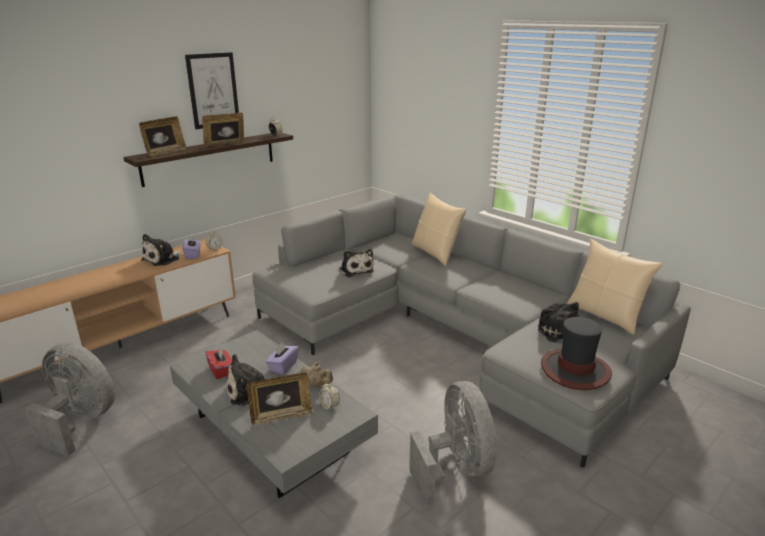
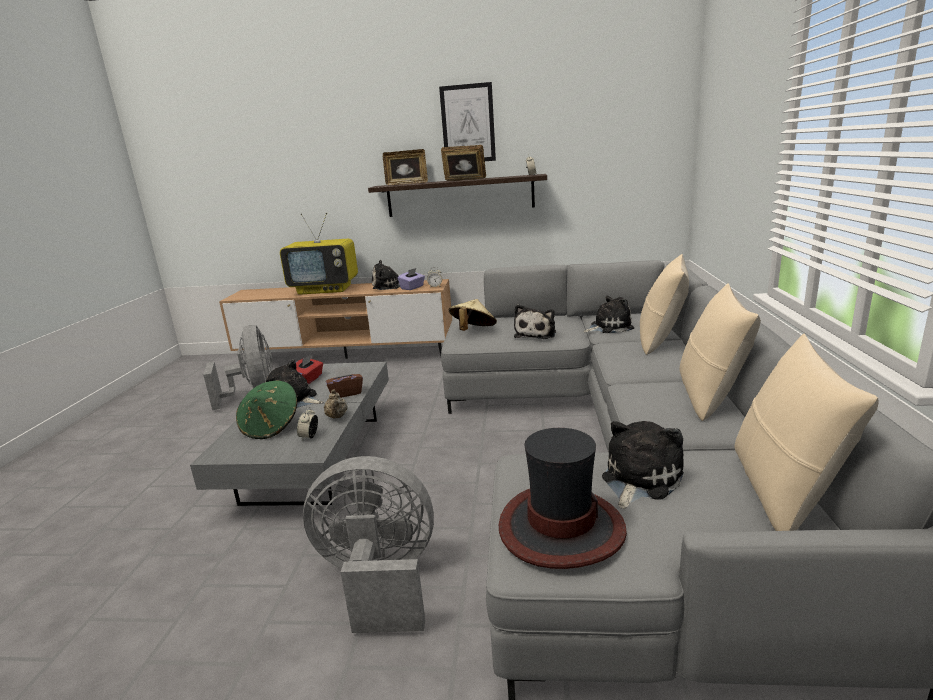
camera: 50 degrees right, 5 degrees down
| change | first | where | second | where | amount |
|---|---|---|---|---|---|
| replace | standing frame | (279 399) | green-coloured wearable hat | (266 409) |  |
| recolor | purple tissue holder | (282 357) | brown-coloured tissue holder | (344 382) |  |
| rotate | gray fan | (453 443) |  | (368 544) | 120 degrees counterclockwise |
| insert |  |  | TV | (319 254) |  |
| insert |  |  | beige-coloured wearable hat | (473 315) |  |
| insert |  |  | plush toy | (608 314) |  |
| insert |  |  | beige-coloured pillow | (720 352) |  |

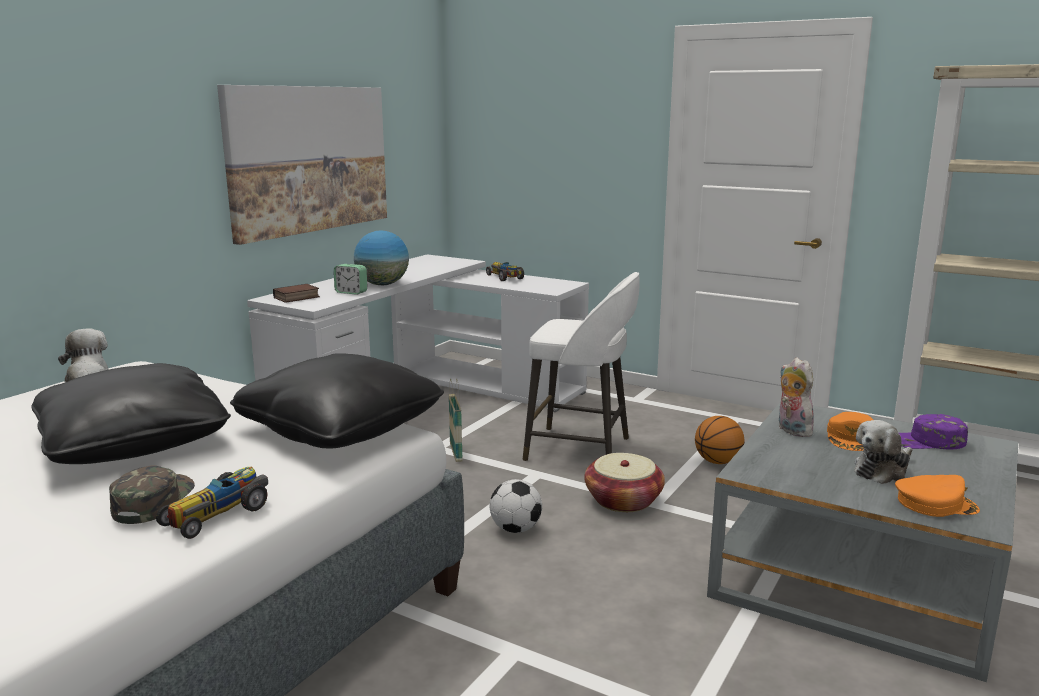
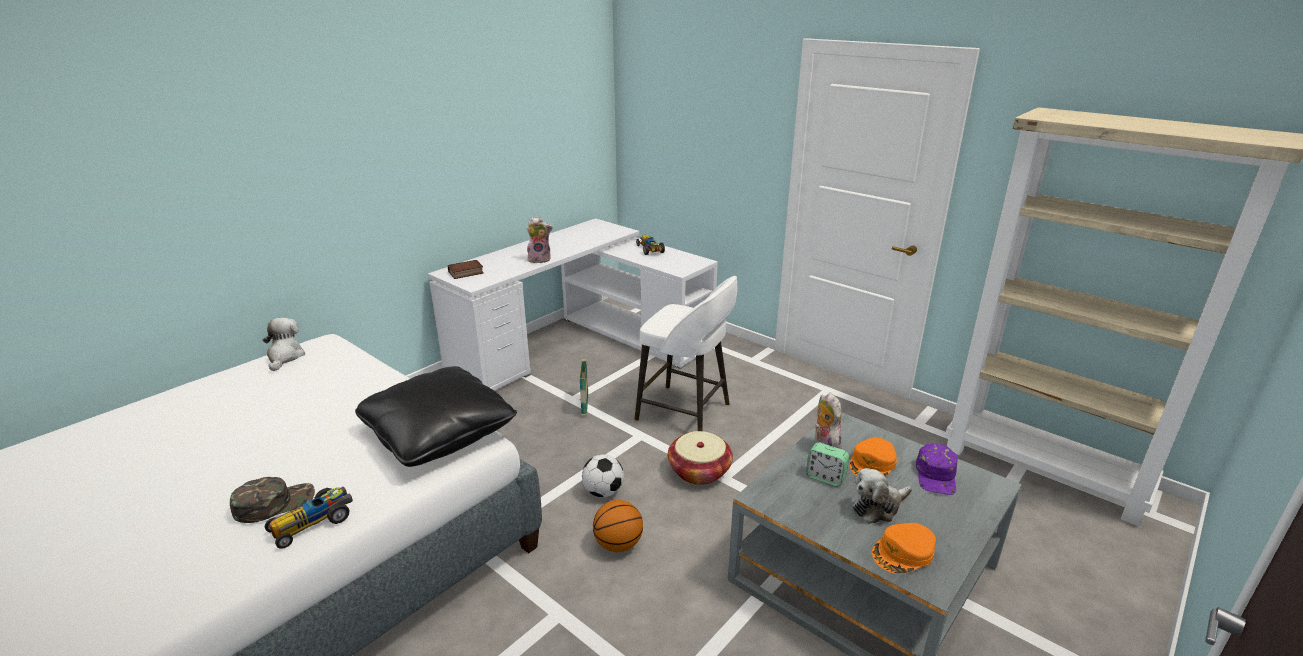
camera: 10 degrees right, 10 degrees up
| change | first | where | second | where | amount |
|---|---|---|---|---|---|
| delete | blackish pillow | (131 413) |  |  |  |
| rotate | green-coloured peaked cap | (152 494) |  | (272 500) | 45 degrees clockwise |
| delete | wall picture | (302 165) |  |  |  |
| move | table clock | (350 279) |  | (827 464) |  |
| replace | world globe | (381 257) | plush toy | (540 240) |  |
| move | ball for basketball | (719 440) |  | (618 526) |  |
| rotate | orangey peaked cap | (937 496) |  | (904 548) | 135 degrees clockwise |
| rotate | purple peaked cap | (933 431) |  | (937 469) | 90 degrees counterclockwise |

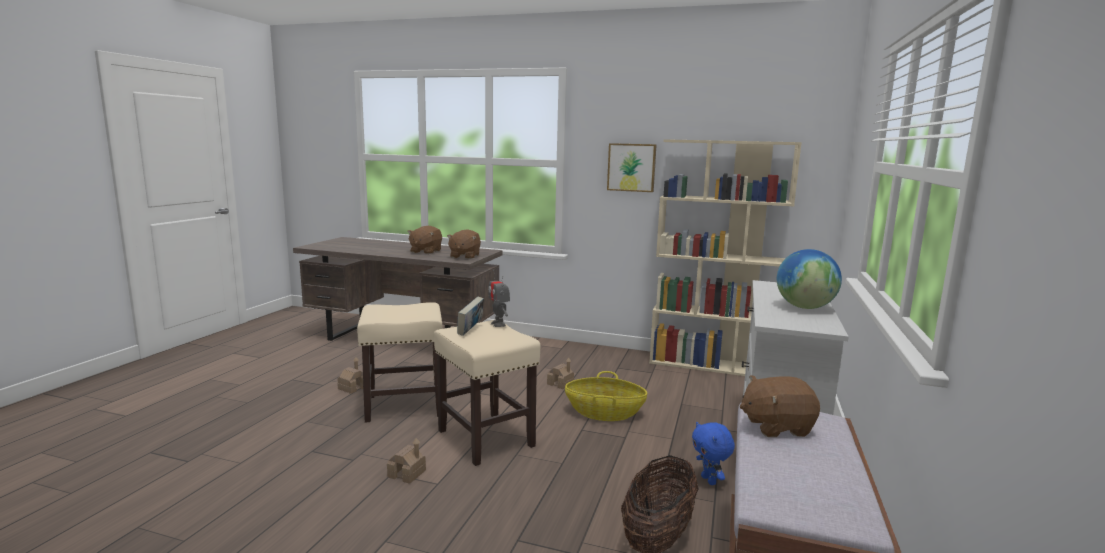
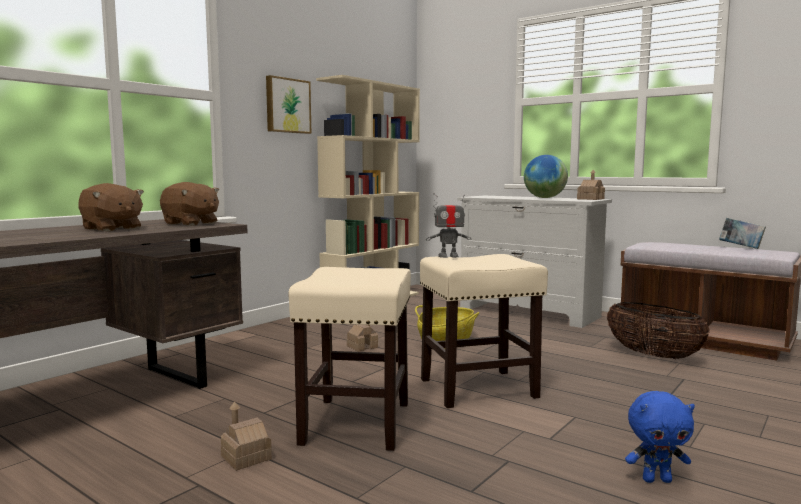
camera: 70 degrees left, 5 degrees down
| change | first | where | second | where | amount |
|---|---|---|---|---|---|
| move | miniature house | (406 461) |  | (591 185) |  |
| move | volume | (470 316) |  | (742 233) |  |
| move | blue-coloured plush toy | (713 453) |  | (660 437) |  |
| delete | brown-coloured plush toy | (780 406) |  |  |  |

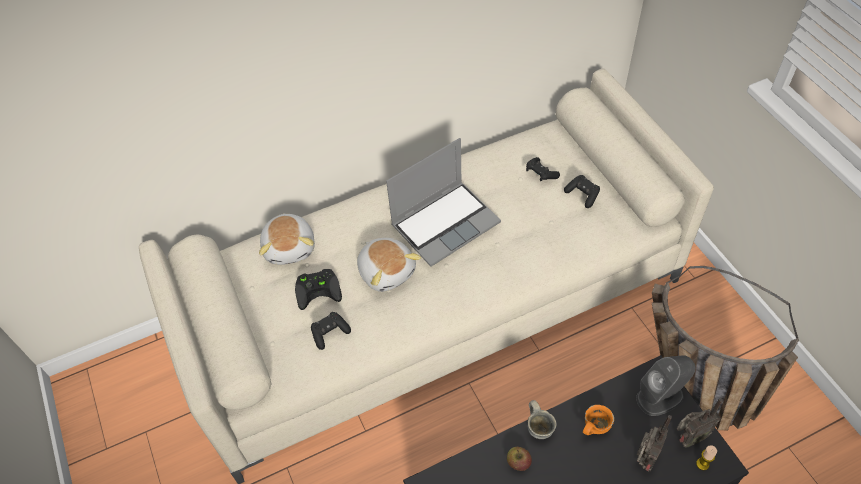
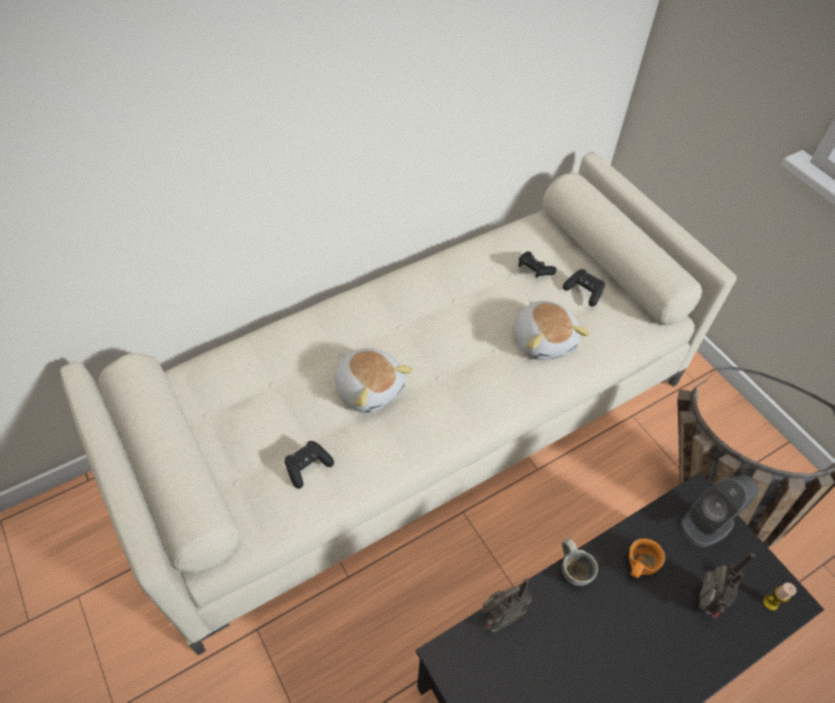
camera: 10 degrees left, 0 degrees up
| change | first | where | second | where | amount |
|---|---|---|---|---|---|
| move | plush toy | (287 239) |  | (552 330) |  |
| delete | blackish joypad | (318 289) |  |  |  |
| delete | laptop | (443 202) |  |  |  |
| delete | apple fruit | (519 459) |  |  |  |
| move | radio | (700 422) |  | (507 605) |  |

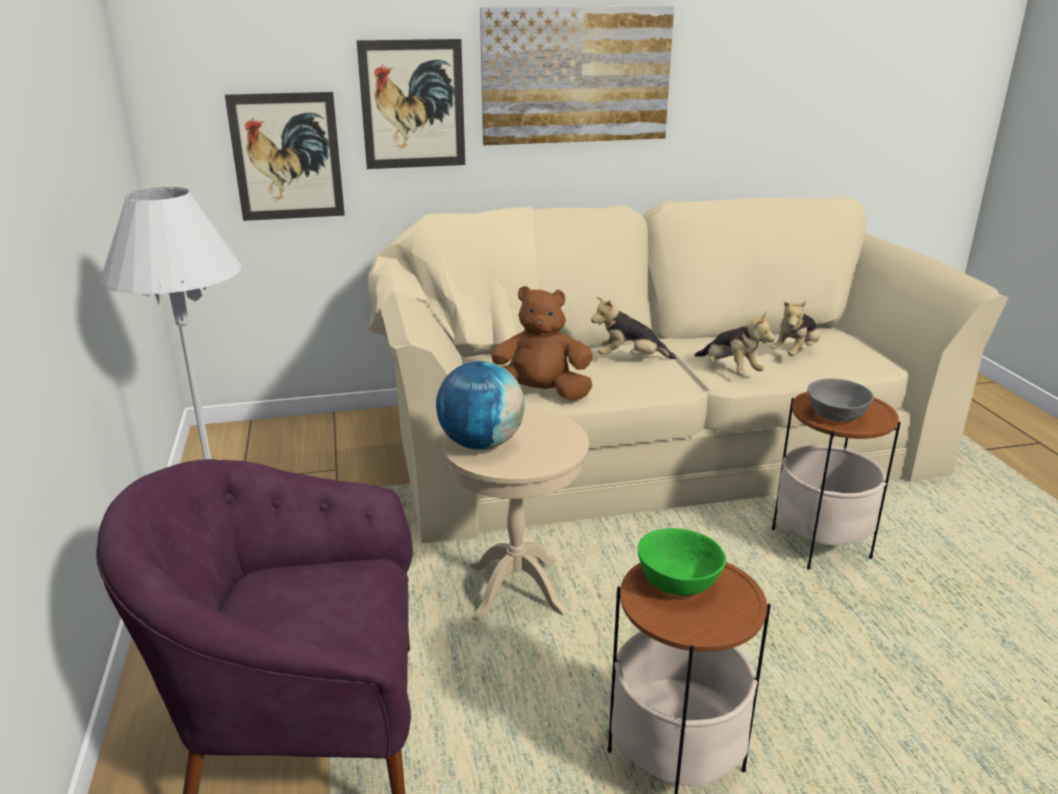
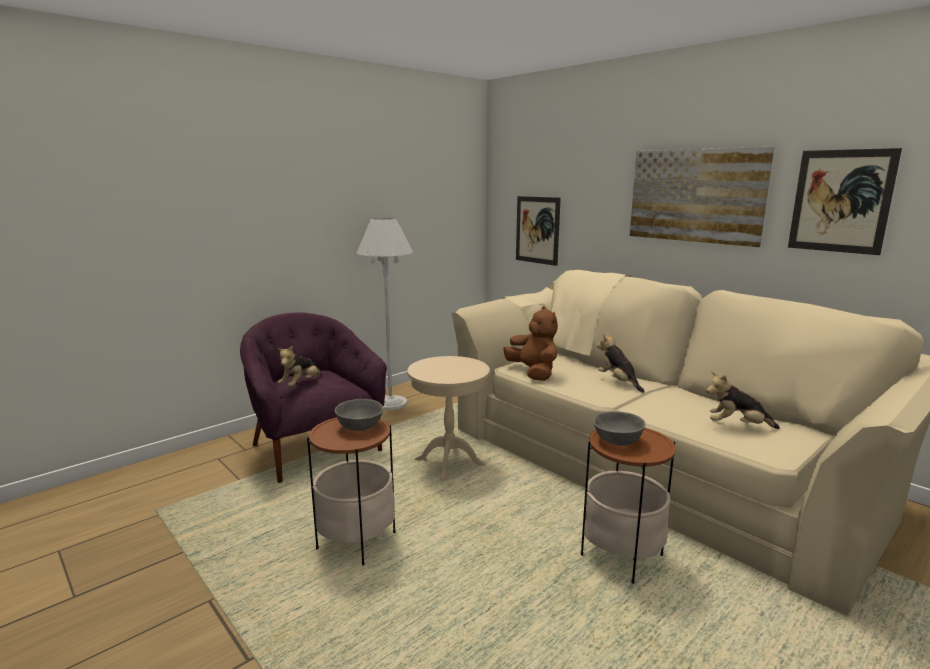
camera: 60 degrees right, 10 degrees down
| change | first | where | second | where | amount |
|---|---|---|---|---|---|
| move | wall picture | (411 104) |  | (845 201) |  |
| delete | world globe | (480 405) |  |  |  |
| recolor | green-coloured serving bowl | (682 562) | gray serving bowl | (359 415) |  |
| move | plush toy | (734 343) |  | (299 366) |  |

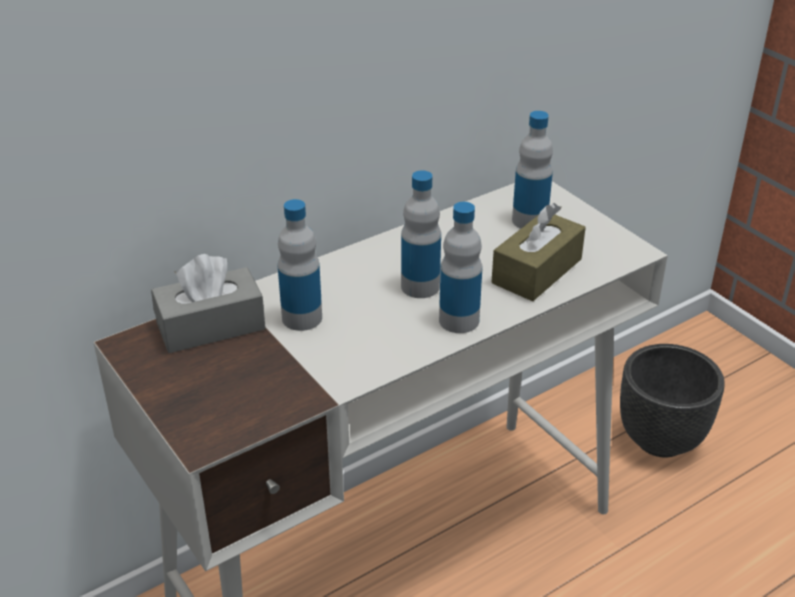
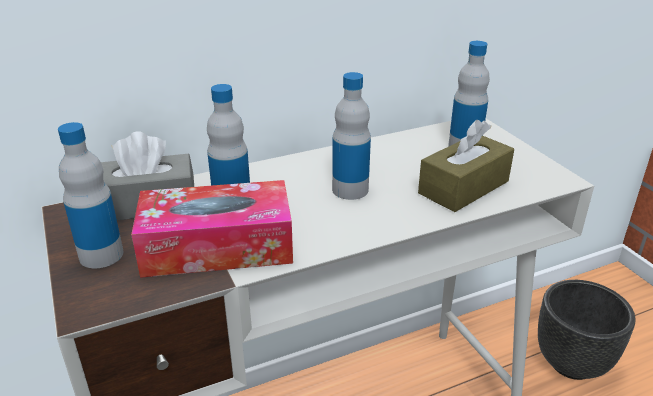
camera: 10 degrees right, 5 degrees down
| change | first | where | second | where | amount |
|---|---|---|---|---|---|
| move | drink bottle | (460 267) |  | (91 195) |  |
| insert |  |  | tissue holder | (212 229) |  |

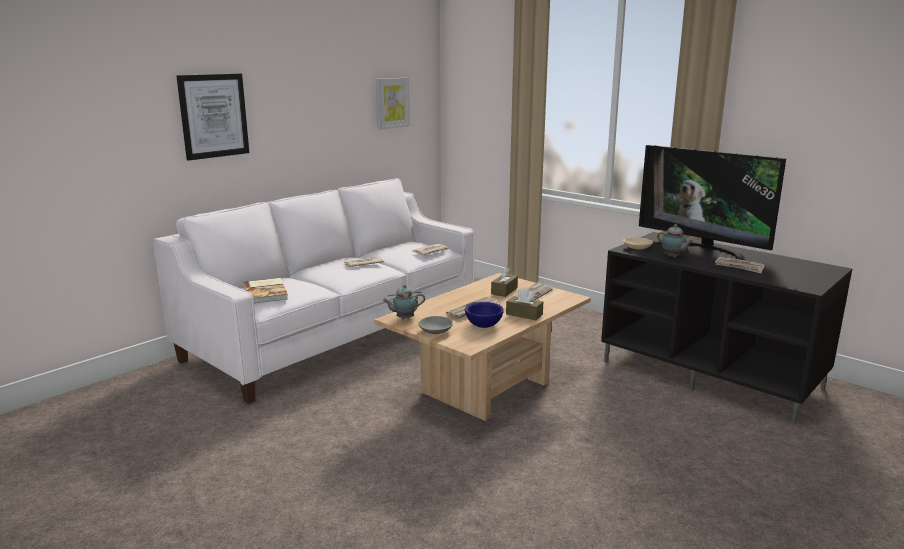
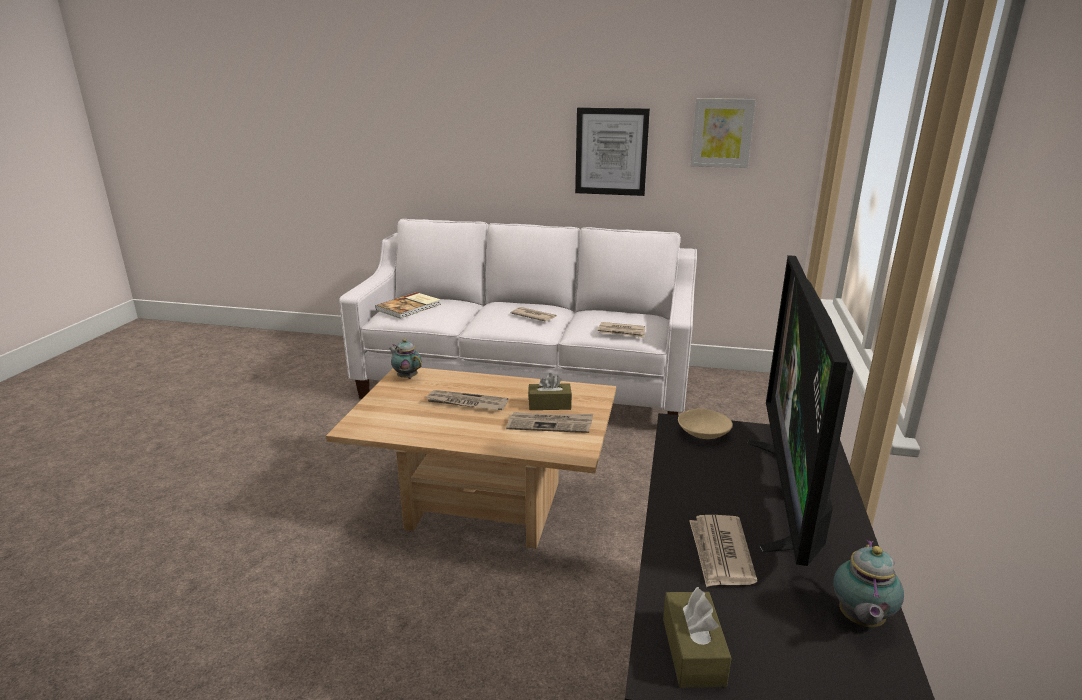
camera: 60 degrees right, 5 degrees up
| change | first | where | second | where | amount |
|---|---|---|---|---|---|
| move | wall picture | (212 117) |  | (612 151) |  |
| delete | gray serving bowl | (435 325) |  |  |  |
| delete | blue-coloured serving bowl | (484 315) |  |  |  |
| move | brown-coloured tissue holder | (524 304) |  | (697 637) |  |
| move | tea pot | (675 241) |  | (868 583) |  |

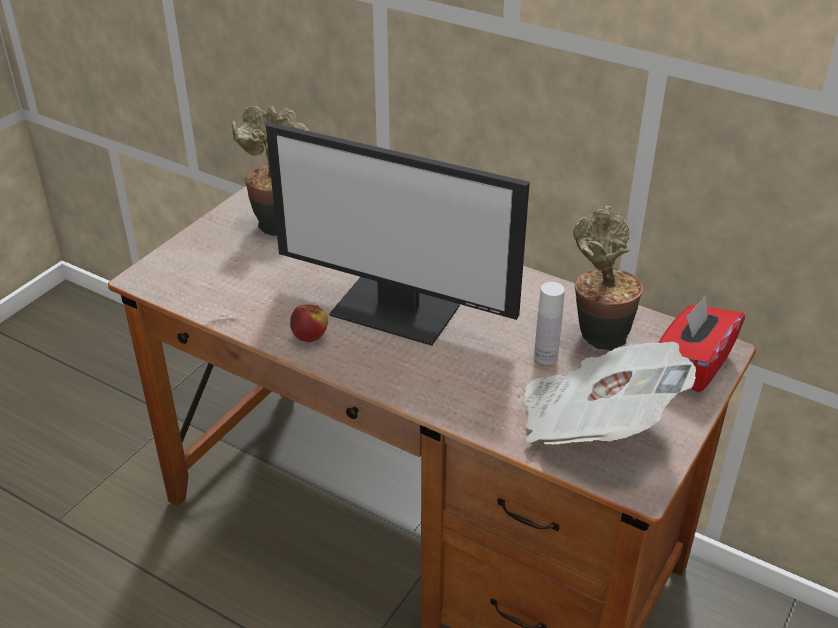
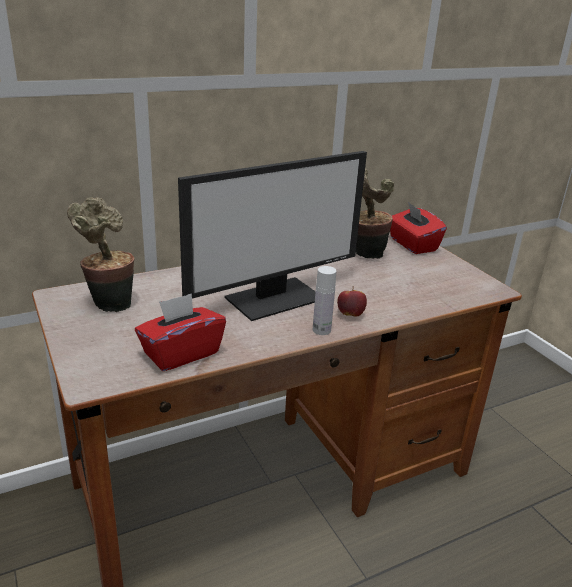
camera: 60 degrees left, 10 degrees down
| change | first | where | second | where | amount |
|---|---|---|---|---|---|
| move | apple fruit | (309 323) |  | (352 301) |  |
| delete | newspaper | (610 393) |  |  |  |
| move | white-coloured drink bottle | (549 323) |  | (324 300) |  |
| insert |  |  | red tissue holder | (180 332) |  |

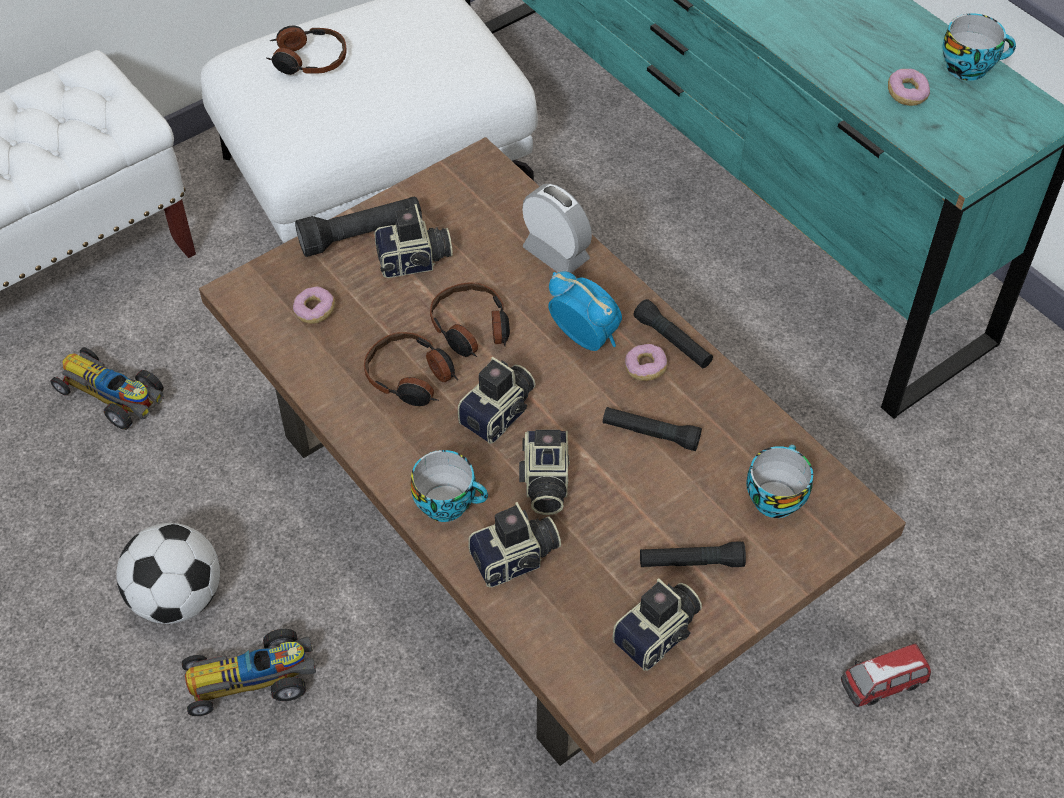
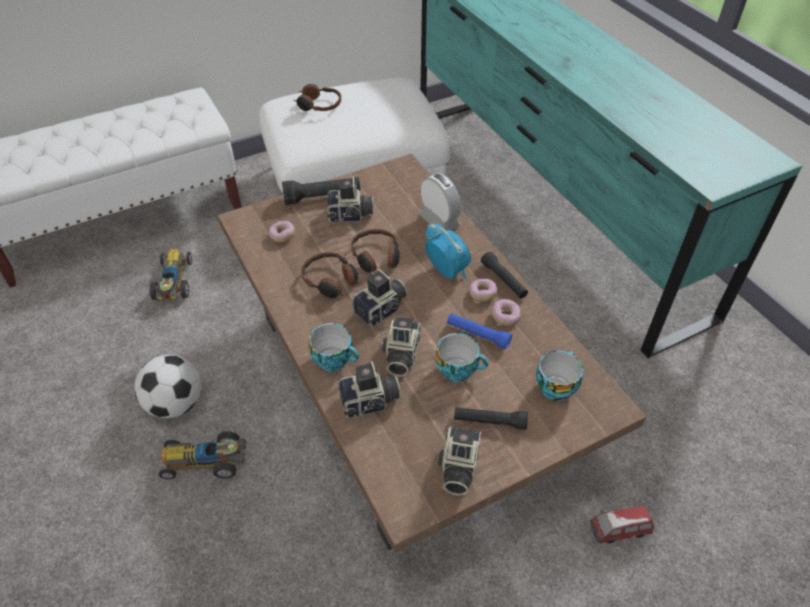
camera: 10 degrees right, 5 degrees down
| change | first | where | second | where | amount |
|---|---|---|---|---|---|
| rotate | toy car | (107 388) |  | (170 275) | 45 degrees clockwise |
| recolor | blackish torch | (652 429) | blue-coloured torch | (479 331) |  |
| rotate | still camera | (657 624) |  | (459 460) | 135 degrees clockwise |
| move | ring doughnut | (909 87) |  | (506 312) |  |
| move | small cup | (979 47) |  | (461 357) |  |

